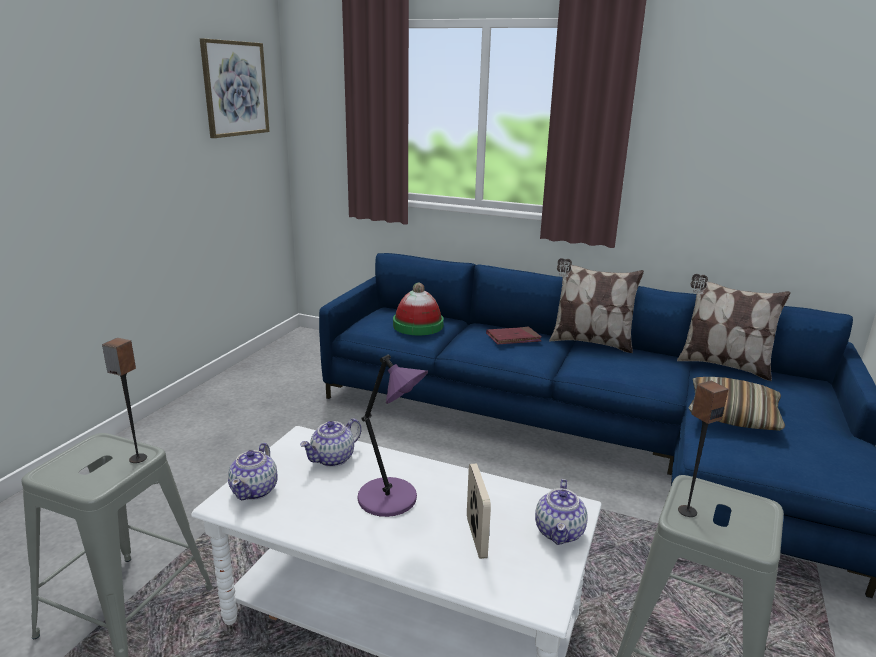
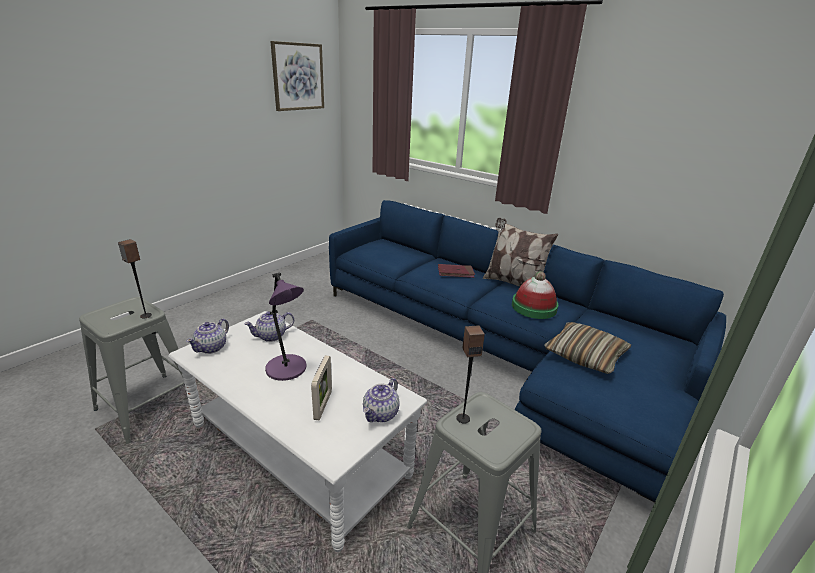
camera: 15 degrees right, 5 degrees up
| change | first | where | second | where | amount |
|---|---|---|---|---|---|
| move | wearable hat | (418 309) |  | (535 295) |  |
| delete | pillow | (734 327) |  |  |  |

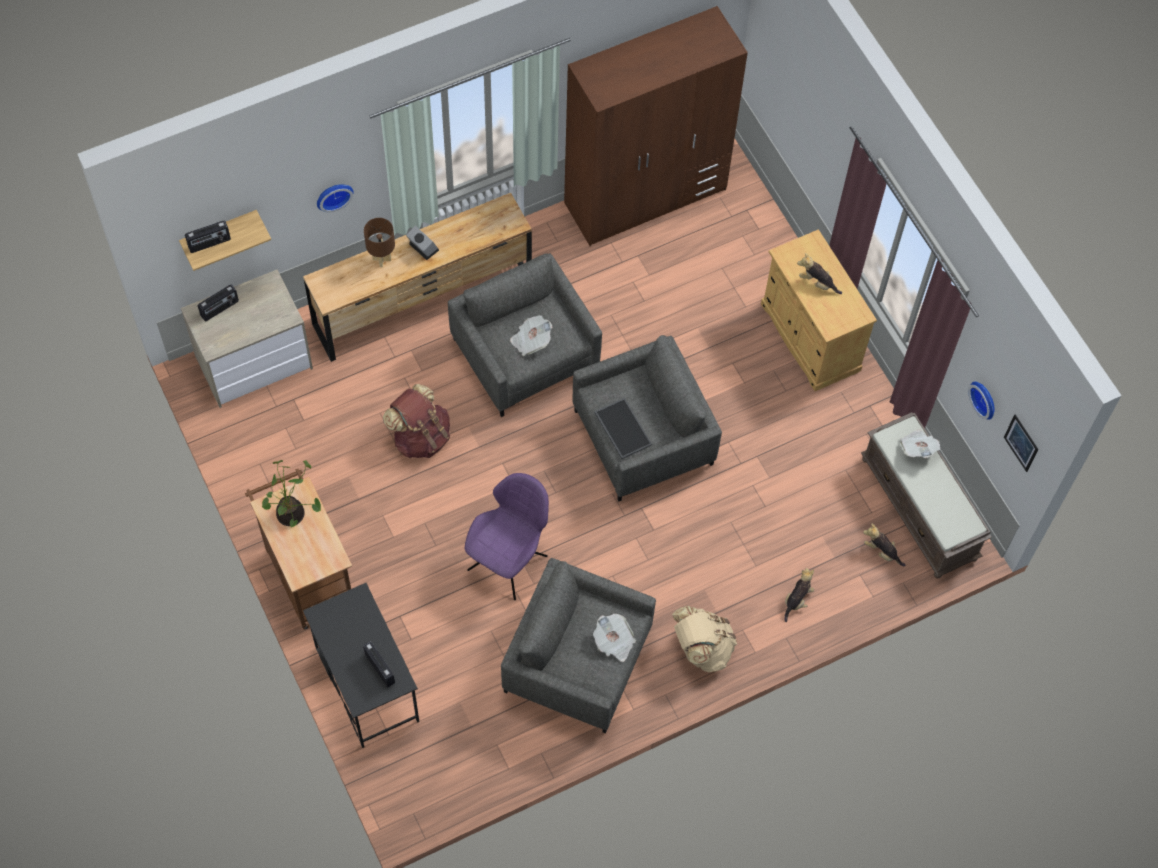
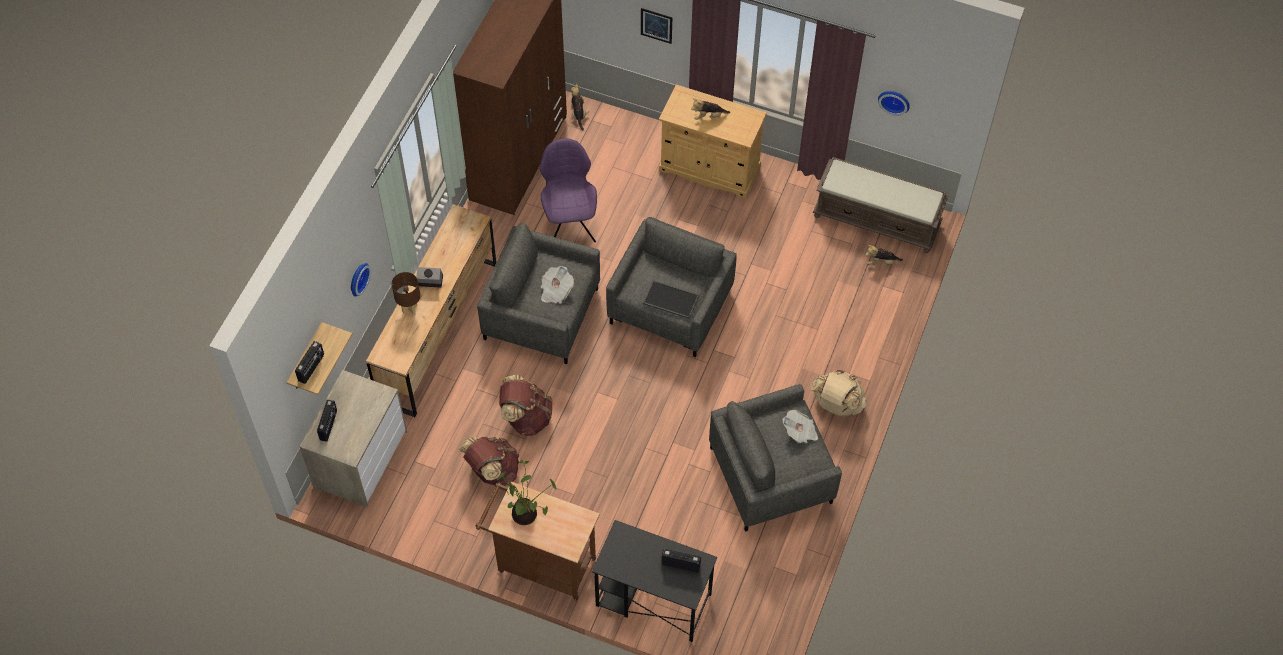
camera: 40 degrees left, 5 degrees down
| change | first | where | second | where | amount |
|---|---|---|---|---|---|
| move | purple chair | (506 536) |  | (568 190) |  |
| move | plush toy | (799 595) |  | (580 107) |  |
| delete | newspaper | (919 443) |  |  |  |
| move | wall picture | (1021 443) |  | (657 26) |  |
| insert |  |  | brown-coloured knapsack | (488 461) |  |

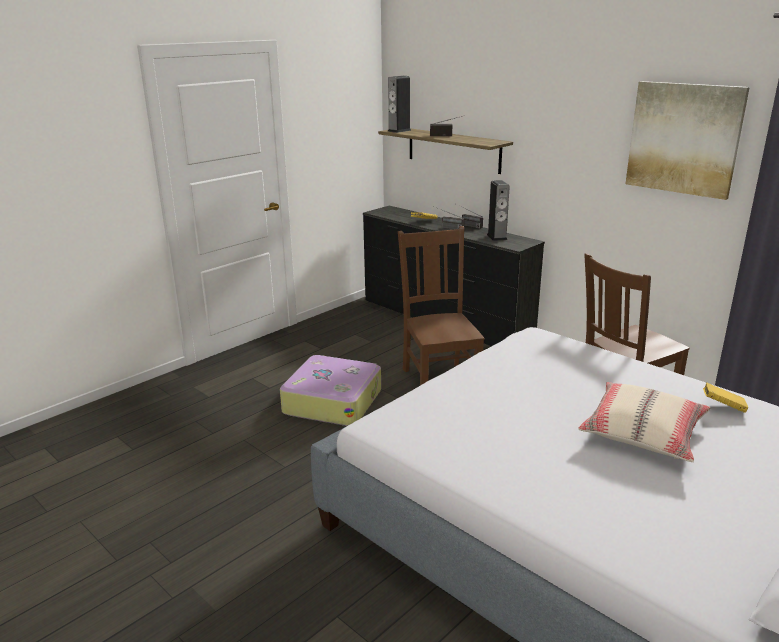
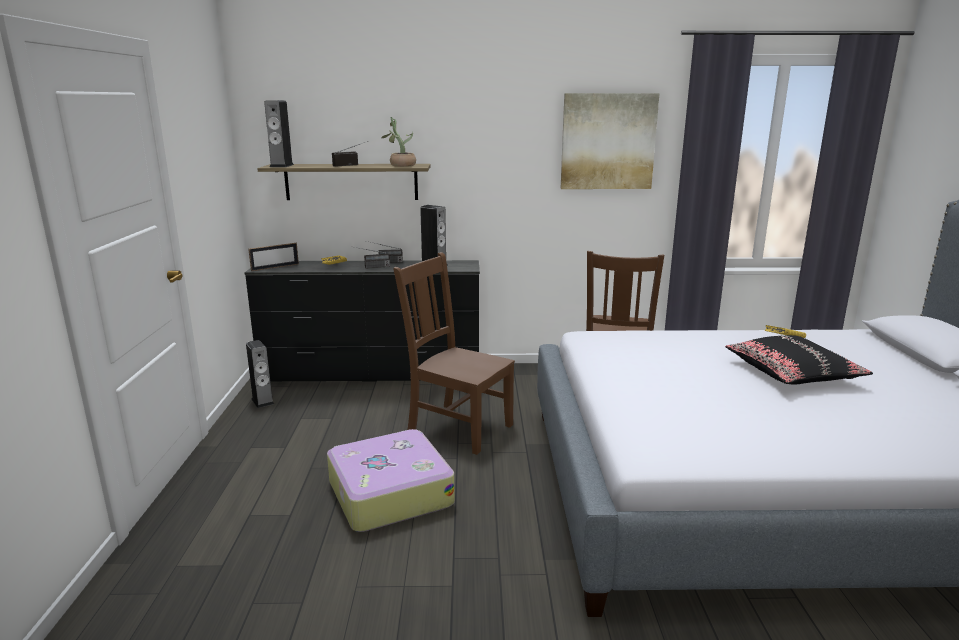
camera: 45 degrees left, 5 degrees down
| change | first | where | second | where | amount |
|---|---|---|---|---|---|
| recolor | beige-coloured pillow | (644 422) | blackish pillow | (799 359) |  |
| insert |  |  | loudspeaker | (260 374) |  |
| insert |  |  | standing frame | (273 257) |  |
| insert |  |  | plant in a pot | (398 142) |  |

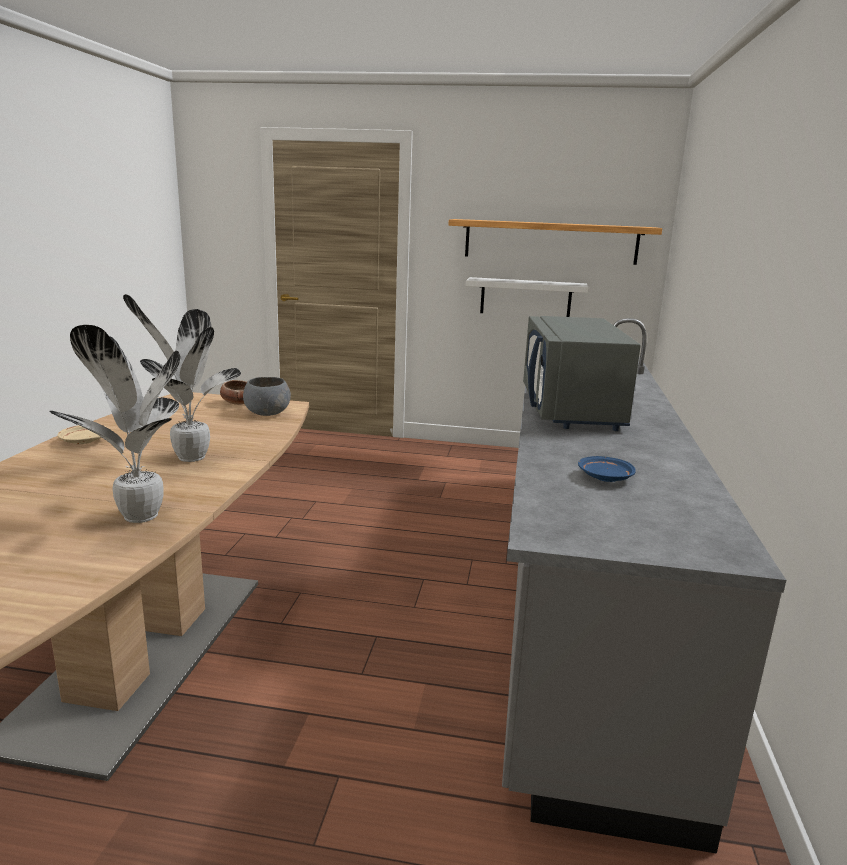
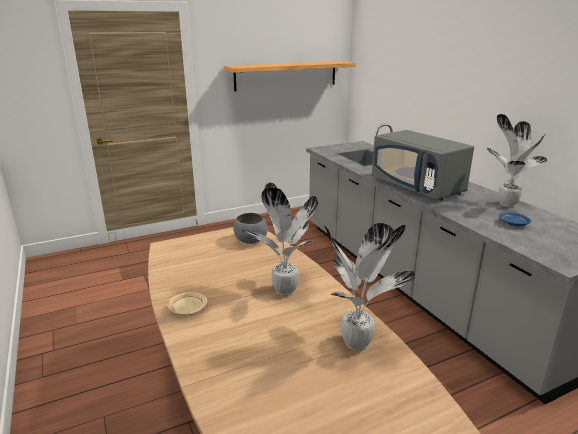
camera: 35 degrees left, 5 degrees up
| change | first | where | second | where | amount |
|---|---|---|---|---|---|
| delete | serving bowl | (233 392) |  |  |  |
| delete | white-coloured bracket shelf | (527 297) |  |  |  |
| insert |  |  | plant in a pot | (517 160) |  |

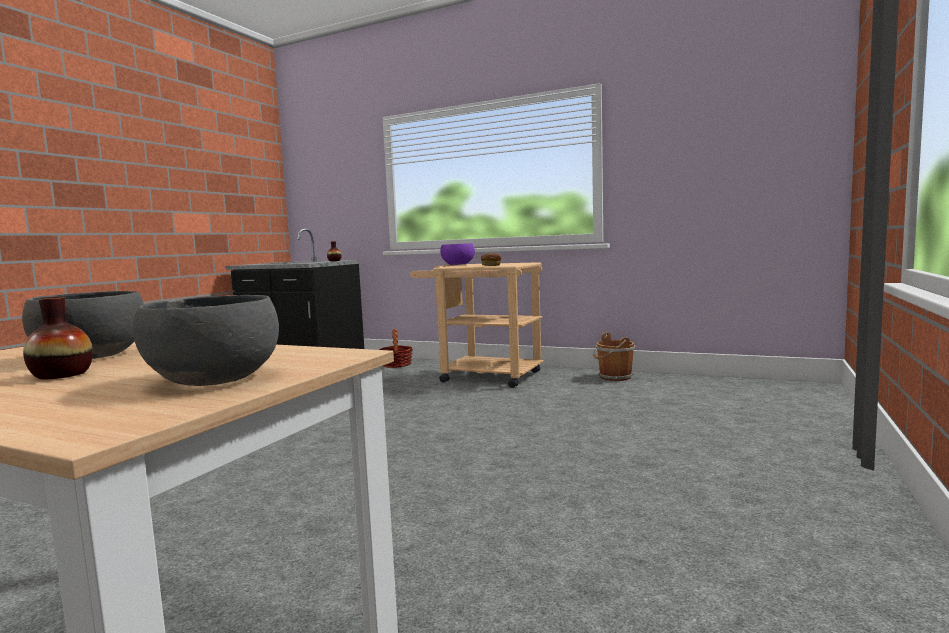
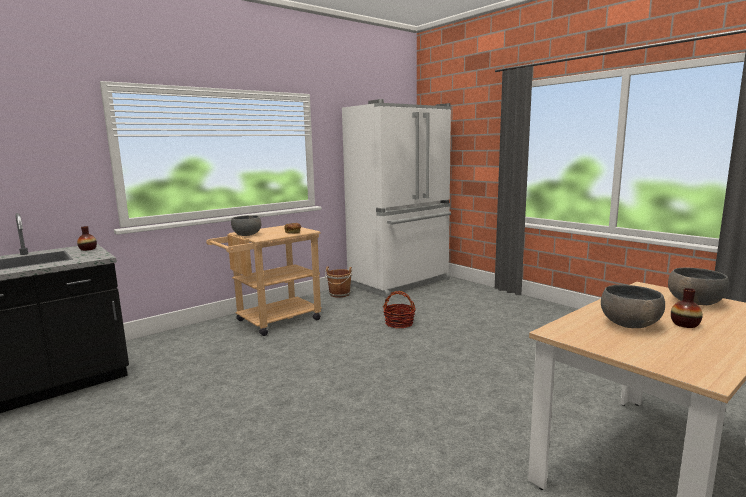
camera: 65 degrees left, 5 degrees up
| change | first | where | second | where | amount |
|---|---|---|---|---|---|
| move | household basket | (396 348) |  | (399 309) |  |
| recolor | purple serving bowl | (457 254) | gray serving bowl | (246 225) |  |
| insert |  |  | white-coloured fridge | (396 198) |  |

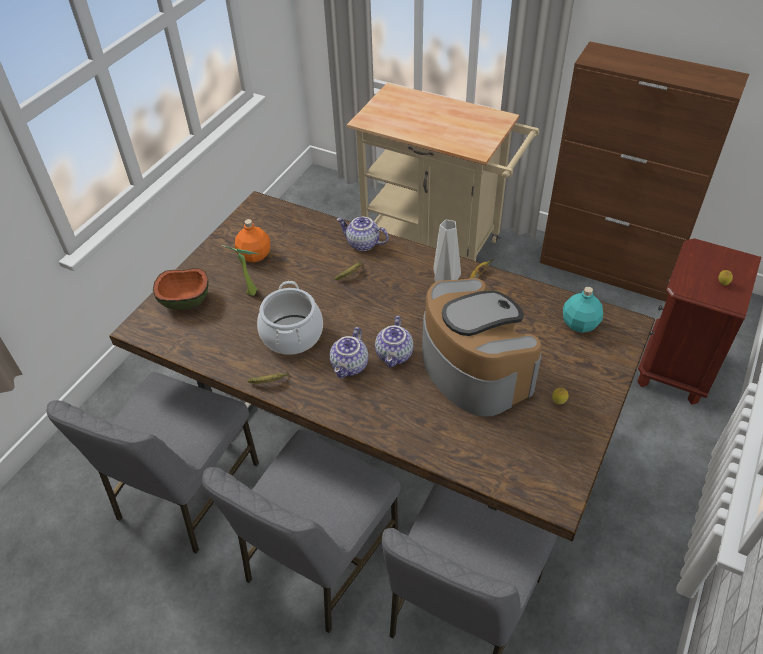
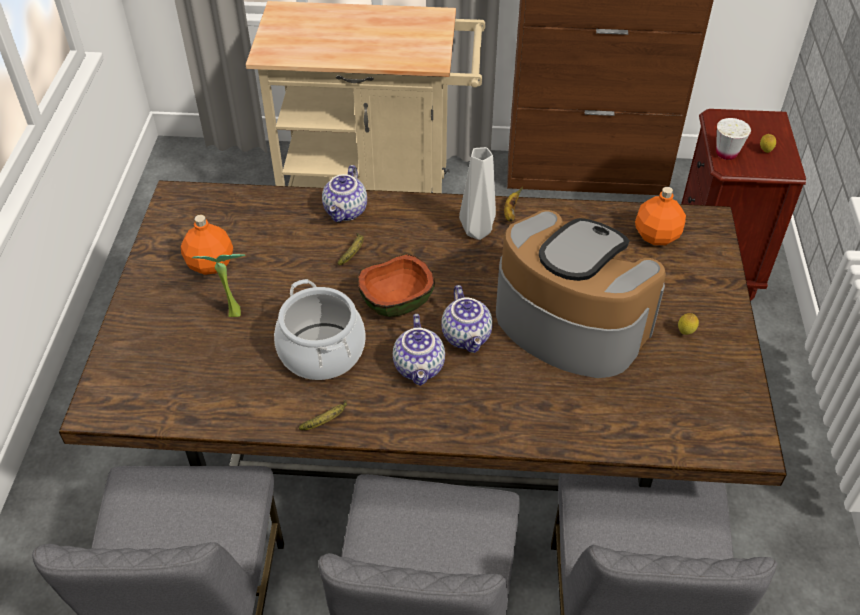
camera: 25 degrees left, 0 degrees up
| change | first | where | second | where | amount |
|---|---|---|---|---|---|
| move | serving bowl | (181 289) |  | (396 285) |  |
| rotate | tea pot | (362 234) |  | (344 193) | 75 degrees counterclockwise |
| recolor | blue-green drink bottle | (583 310) | orangey drink bottle | (660 216) |  |
| insert |  |  | white-coloured small cup | (733 139) |  |

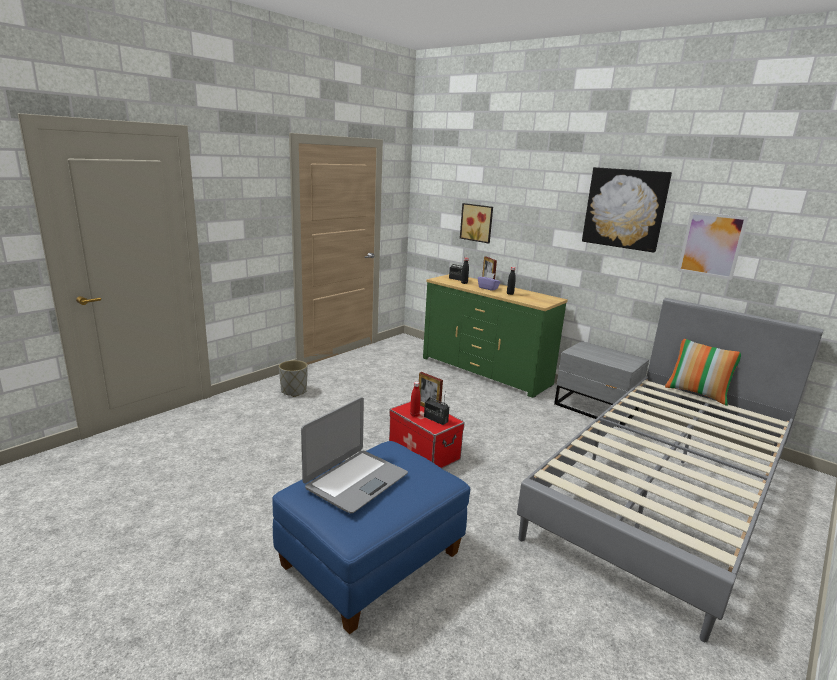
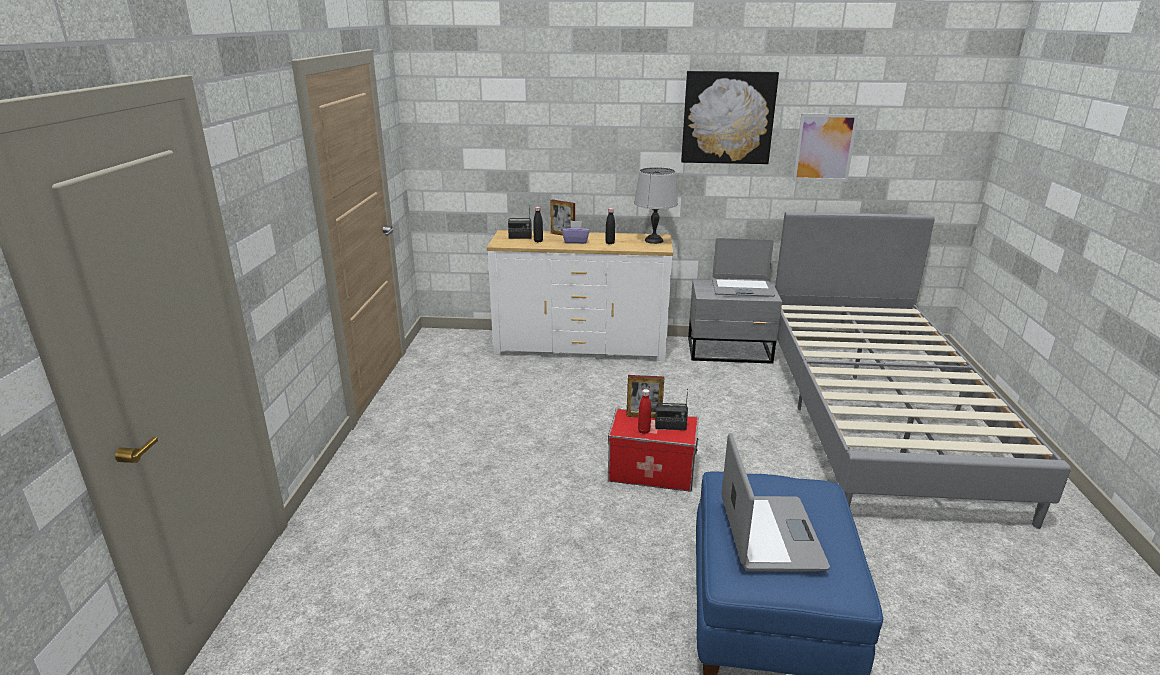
camera: 35 degrees left, 5 degrees up
| change | first | where | second | where | amount |
|---|---|---|---|---|---|
| delete | gray flower pot | (293 378) |  |  |  |
| recolor | green-coloured chest of drawers | (495 336) | white-coloured chest of drawers | (580 295) |  |
| delete | wall picture | (476 223) |  |  |  |
| delete | pillow | (703 372) |  |  |  |
| insert |  |  | gray lamp for a table | (656 205) |  |
| insert |  |  | laptop | (743 267) |  |

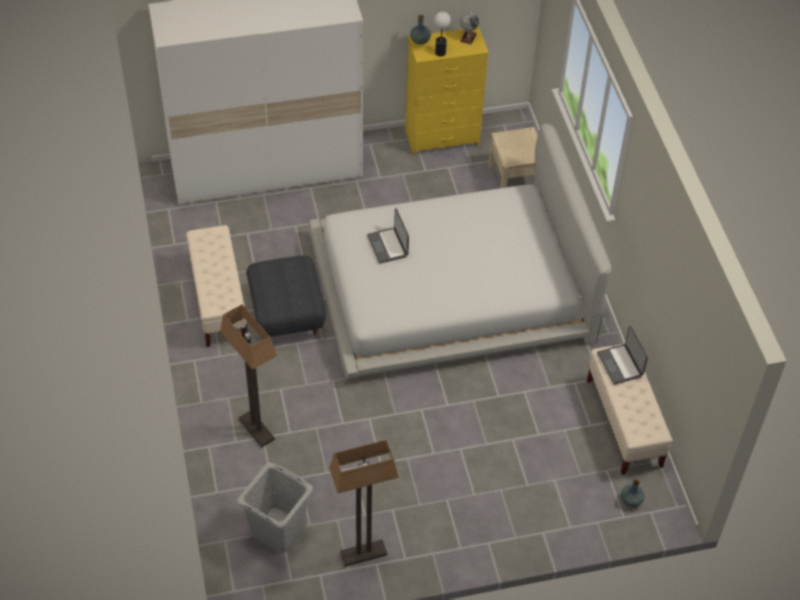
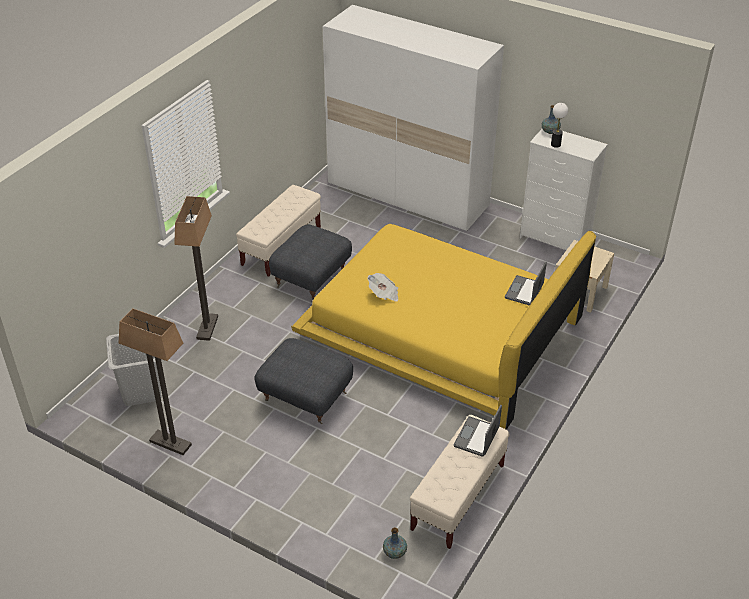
camera: 45 degrees right, 10 degrees down
| change | first | where | second | where | amount |
|---|---|---|---|---|---|
| recolor | white-coloured sleeping bed | (460 251) | yellow sleeping bed | (443 327) |  |
| move | laptop | (388 236) |  | (526 284) |  |
| recolor | yellow chest of drawers | (447 91) | white-coloured chest of drawers | (564 189) |  |
| delete | world globe | (469 27) |  |  |  |
| insert |  |  | gray ottoman | (303 381) |  |
| insert |  |  | newspaper | (382 287) |  |

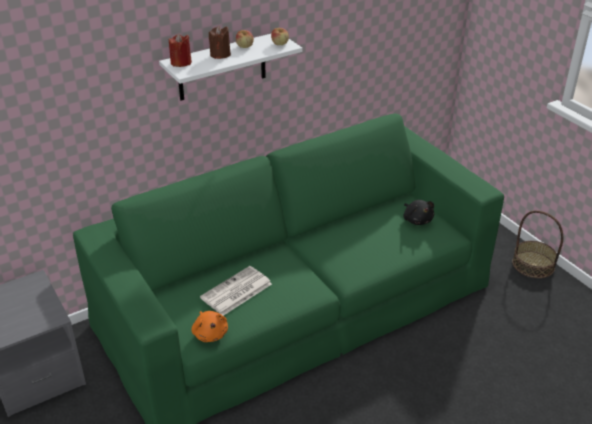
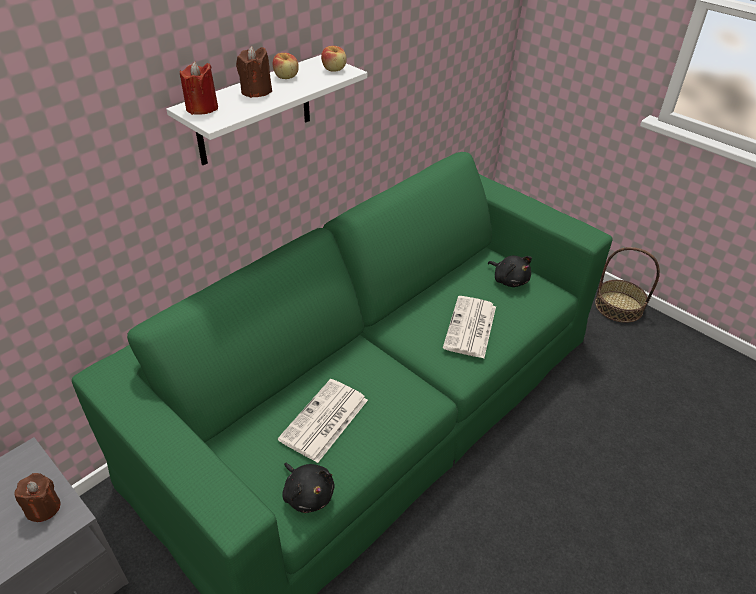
camera: 15 degrees left, 5 degrees up
| change | first | where | second | where | amount |
|---|---|---|---|---|---|
| recolor | orangey plush toy | (209 326) | blackish plush toy | (308 488) |  |
| insert |  |  | brown-coloured wax candle | (38 497) |  |
| insert |  |  | newspaper | (469 327) |  |

